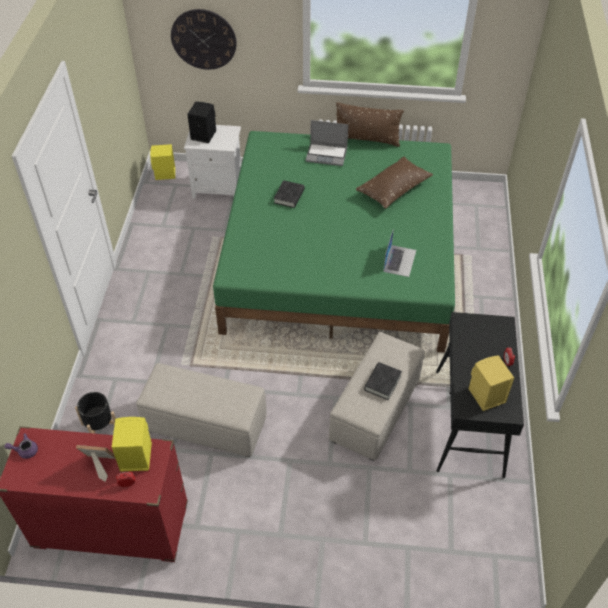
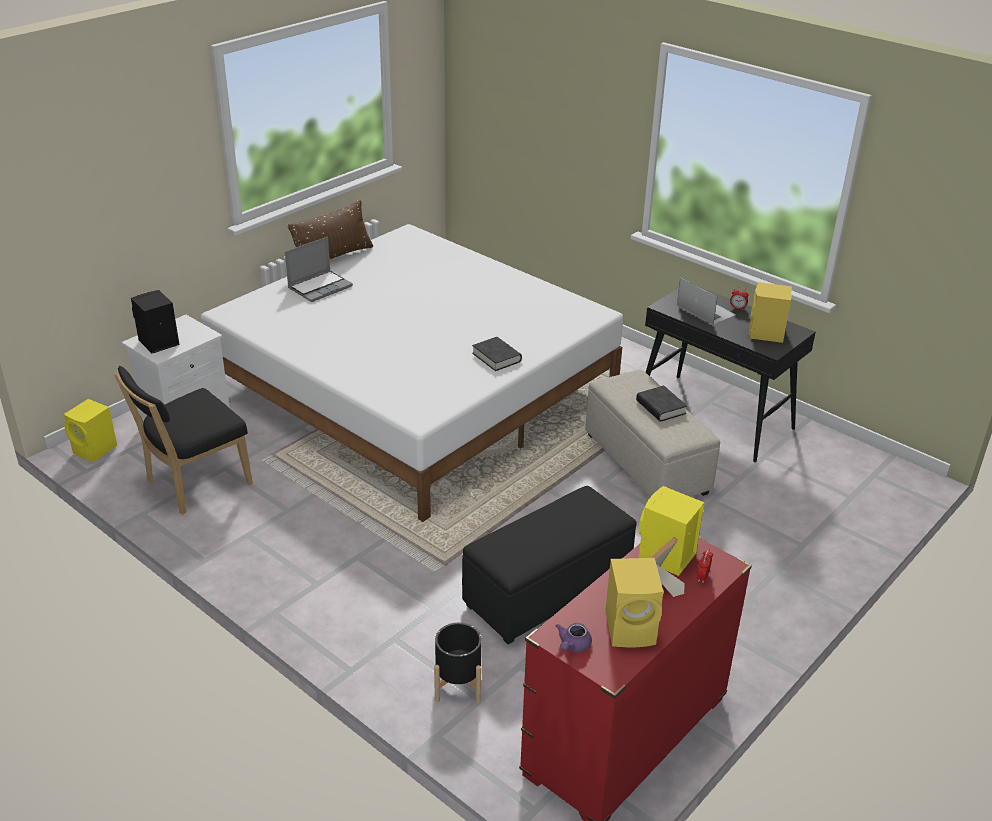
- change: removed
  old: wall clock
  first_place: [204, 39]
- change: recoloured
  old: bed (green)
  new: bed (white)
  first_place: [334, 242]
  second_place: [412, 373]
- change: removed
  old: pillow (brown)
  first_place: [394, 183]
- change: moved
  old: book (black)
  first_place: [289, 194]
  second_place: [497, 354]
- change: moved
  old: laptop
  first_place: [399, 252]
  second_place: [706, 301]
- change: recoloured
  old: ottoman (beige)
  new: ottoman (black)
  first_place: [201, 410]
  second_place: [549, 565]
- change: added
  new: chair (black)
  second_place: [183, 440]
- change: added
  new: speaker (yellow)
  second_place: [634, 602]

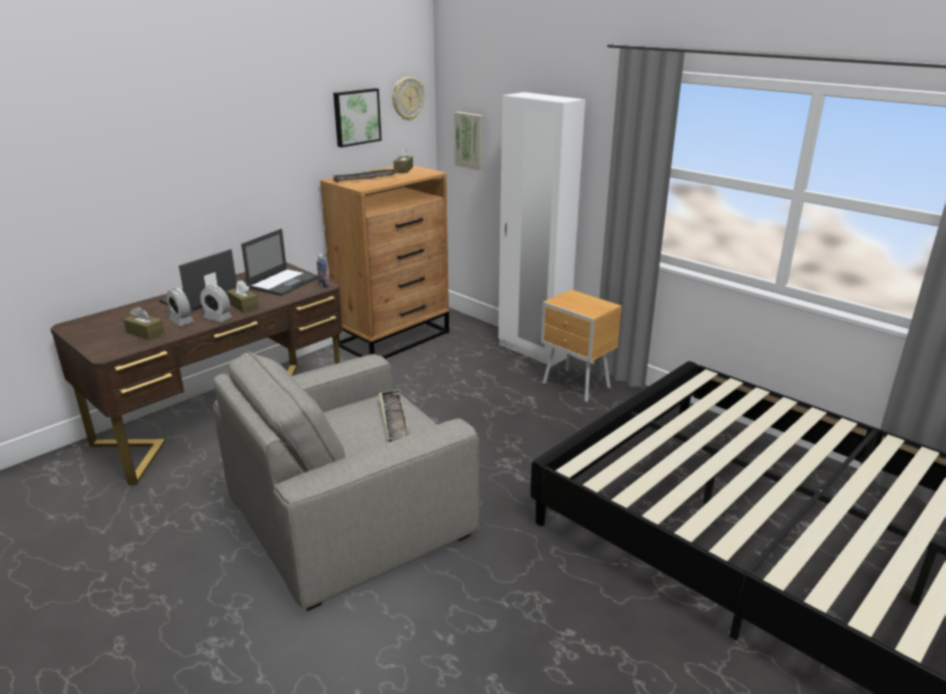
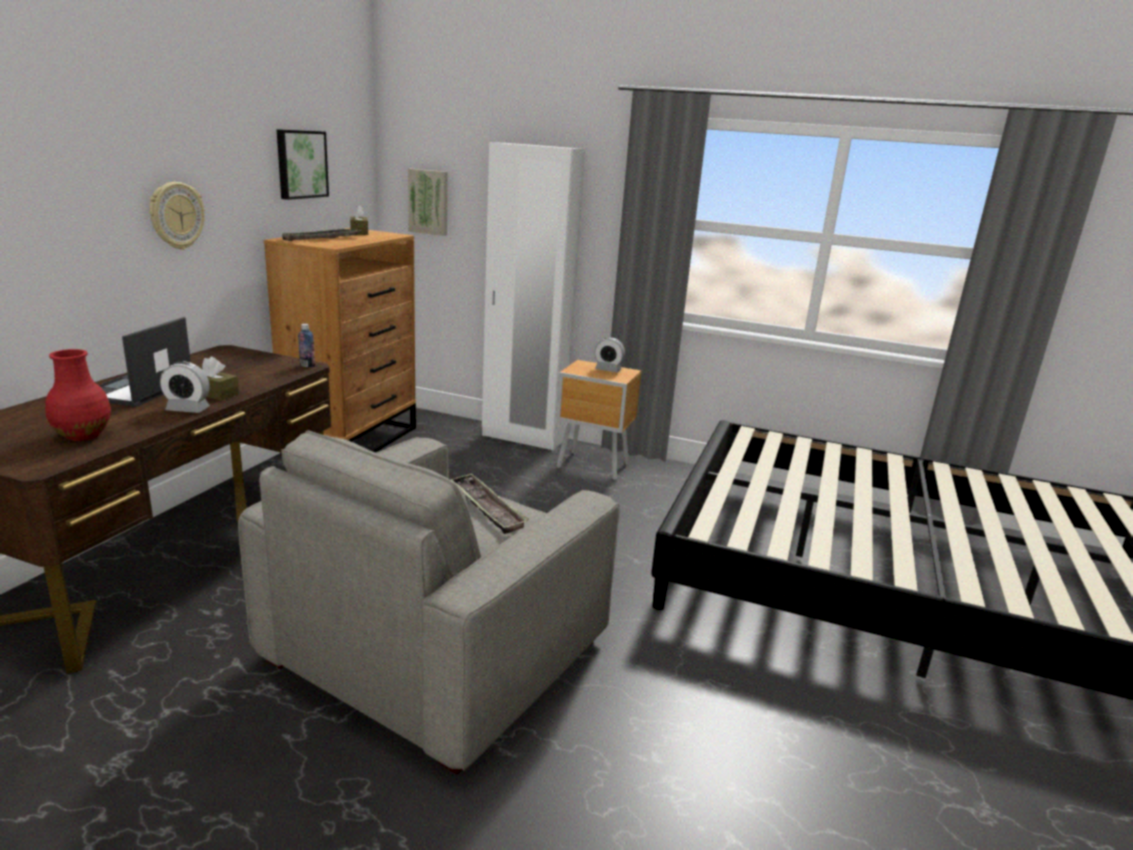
- change: moved
  old: wall clock
  first_place: [408, 99]
  second_place: [177, 216]
- change: removed
  old: laptop
  first_place: [279, 262]
- change: moved
  old: alarm clock
  first_place: [180, 307]
  second_place: [610, 355]
- change: replaced
  old: tissue box (brown)
  new: vase (red)
  first_place: [143, 323]
  second_place: [78, 395]

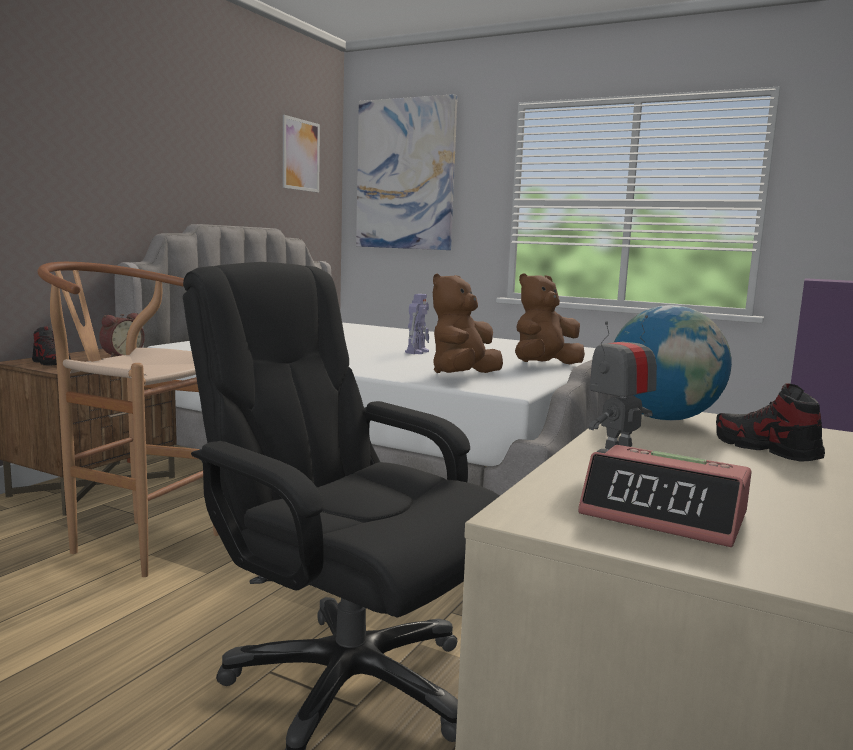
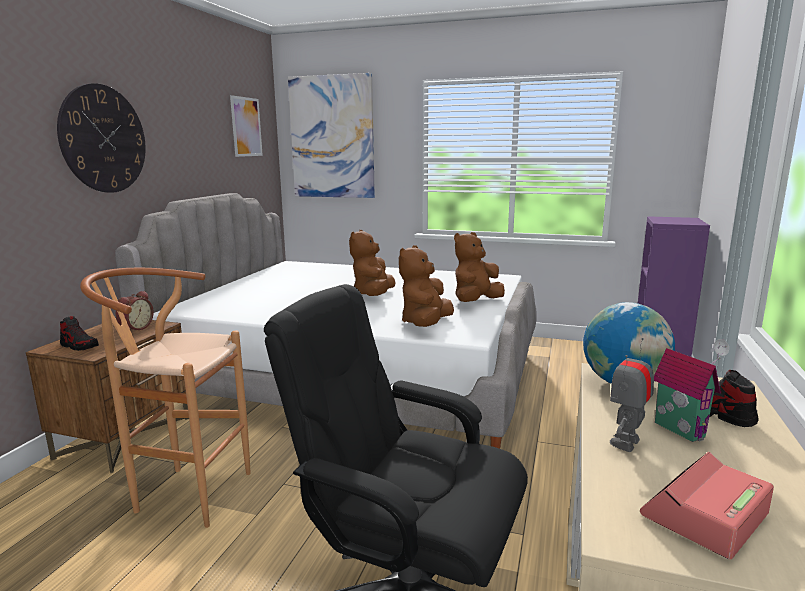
- change: replaced
  old: toy robot
  new: plush toy (brown)
  first_place: [417, 324]
  second_place: [372, 263]
- change: turned
  old: alarm clock
  first_place: [665, 496]
  second_place: [707, 505]
  degrees: 120
- change: added
  new: wall clock
  second_place: [101, 138]
- change: added
  new: toy house
  second_place: [691, 390]

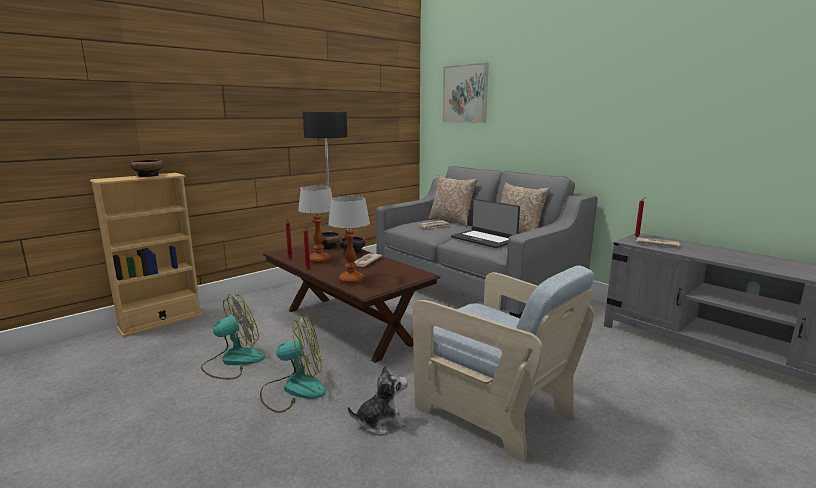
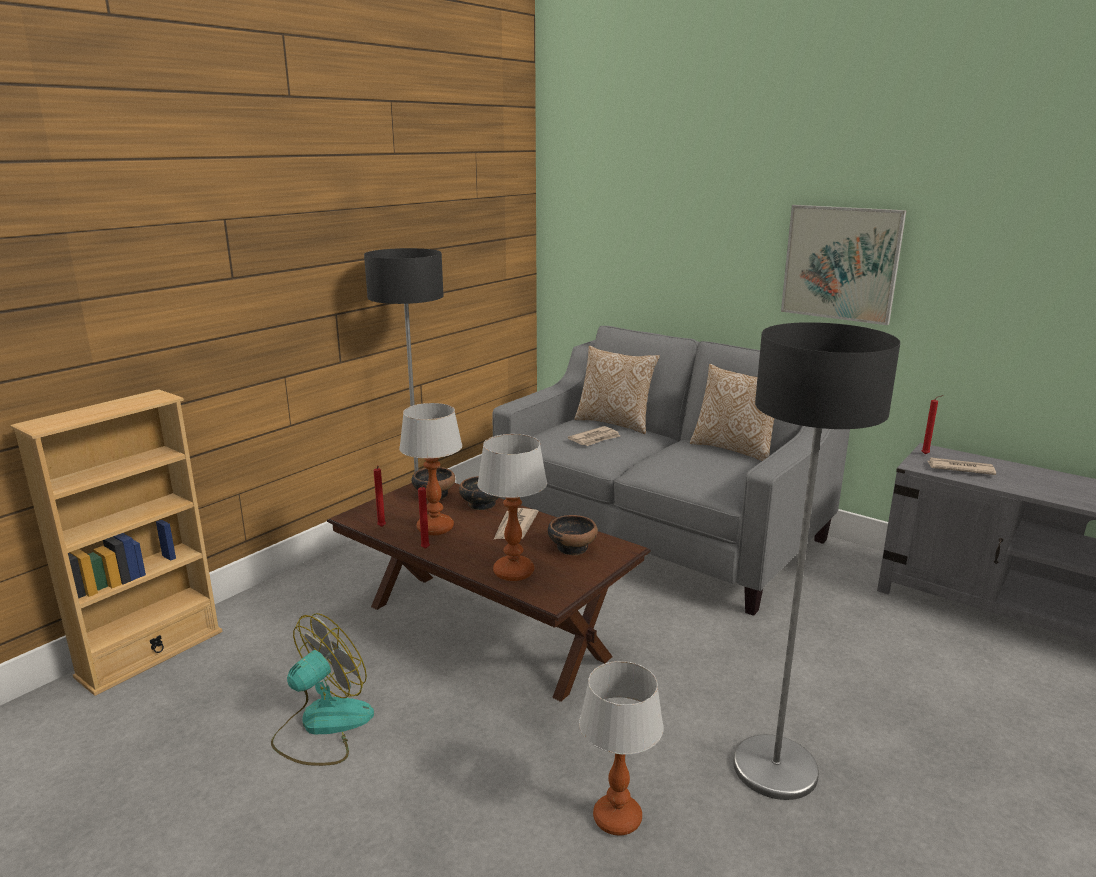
- change: moved
  old: picture
  first_place: [466, 93]
  second_place: [844, 265]
- change: moved
  old: bowl
  first_place: [146, 168]
  second_place: [573, 535]
- change: removed
  old: laptop
  first_place: [485, 223]
- change: replaced
  old: armchair (beige)
  new: floor lamp
  first_place: [503, 363]
  second_place: [816, 561]
- change: removed
  old: fan
  first_place: [293, 364]
- change: replaced
  old: plush toy
  new: table lamp
  first_place: [378, 400]
  second_place: [621, 748]

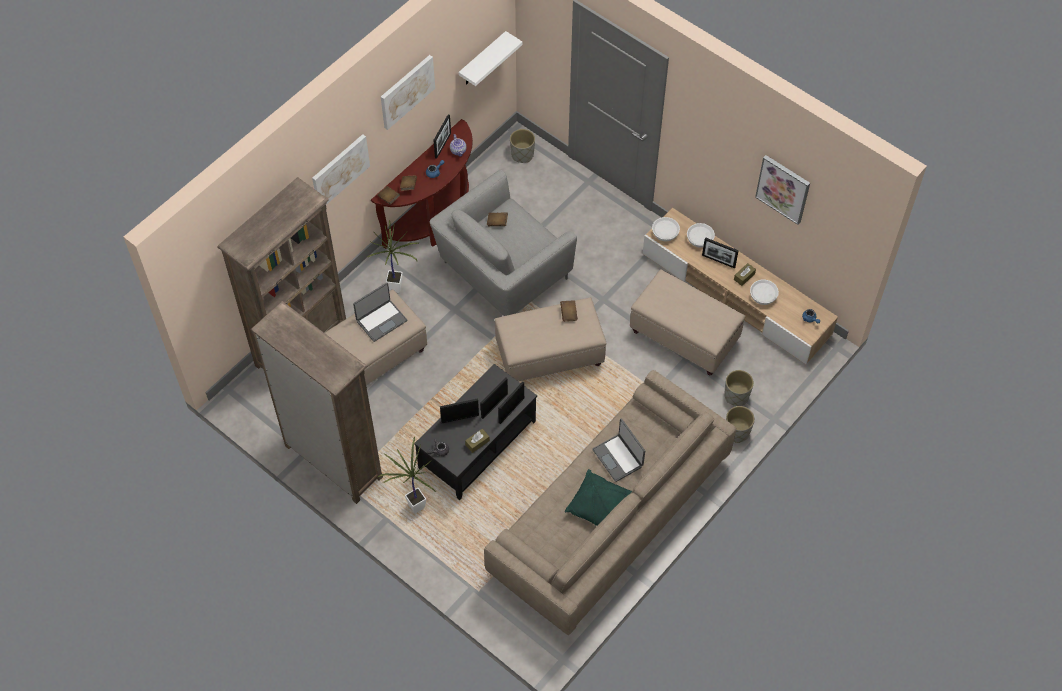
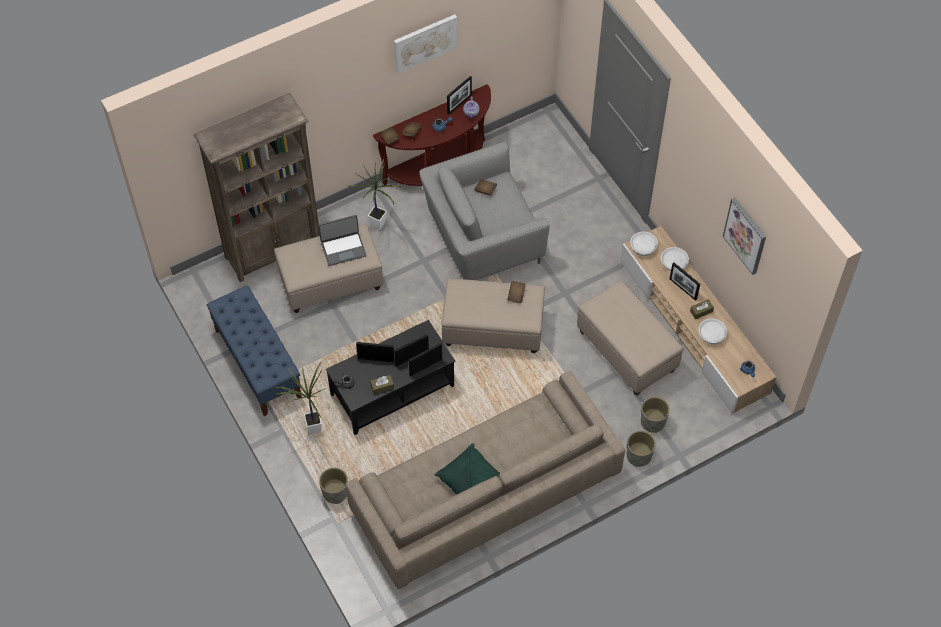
- change: removed
  old: shelf (white)
  first_place: [491, 58]
- change: moved
  old: planter (grey)
  first_place: [522, 146]
  second_place: [333, 486]
- change: removed
  old: picture
  first_place: [341, 169]
- change: replaced
  old: bookcase (brown)
  new: bench (blue)
  first_place: [316, 402]
  second_place: [254, 350]
- change: removed
  old: laptop
  first_place: [618, 450]

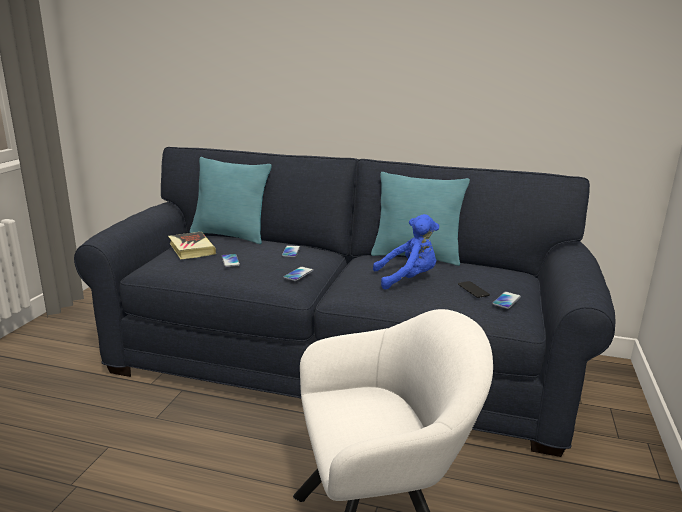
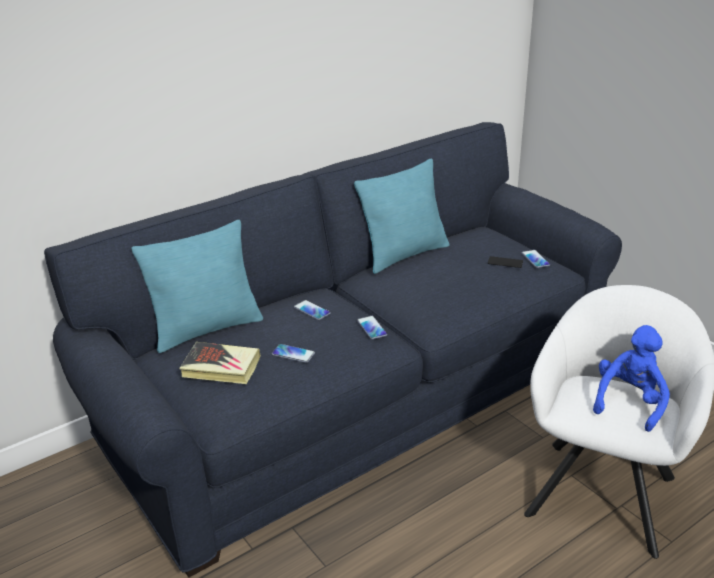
- change: moved
  old: plush toy (blue)
  first_place: [406, 252]
  second_place: [631, 378]

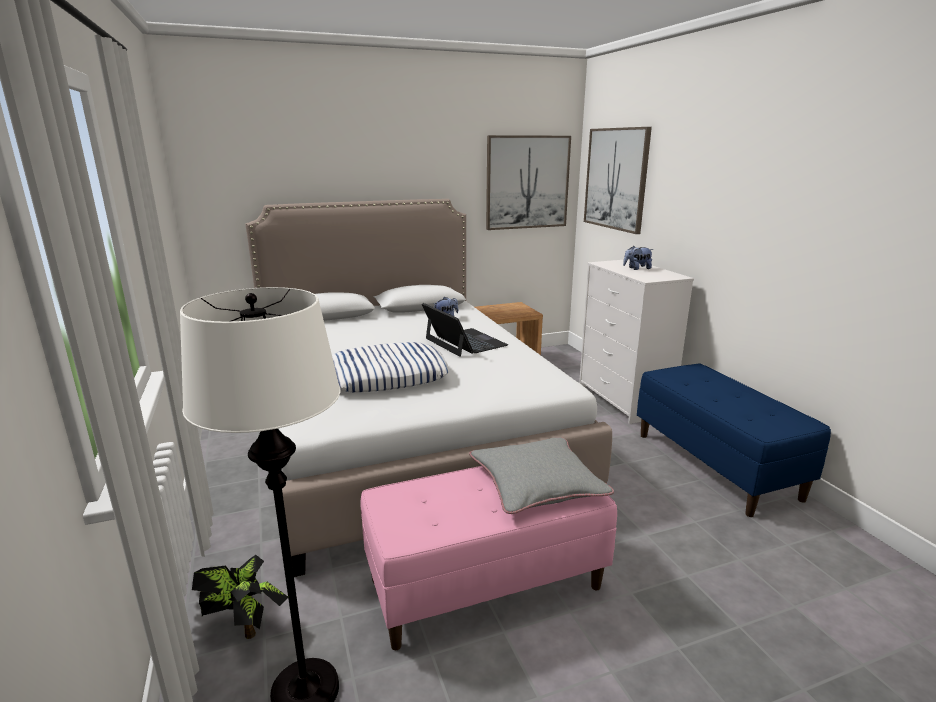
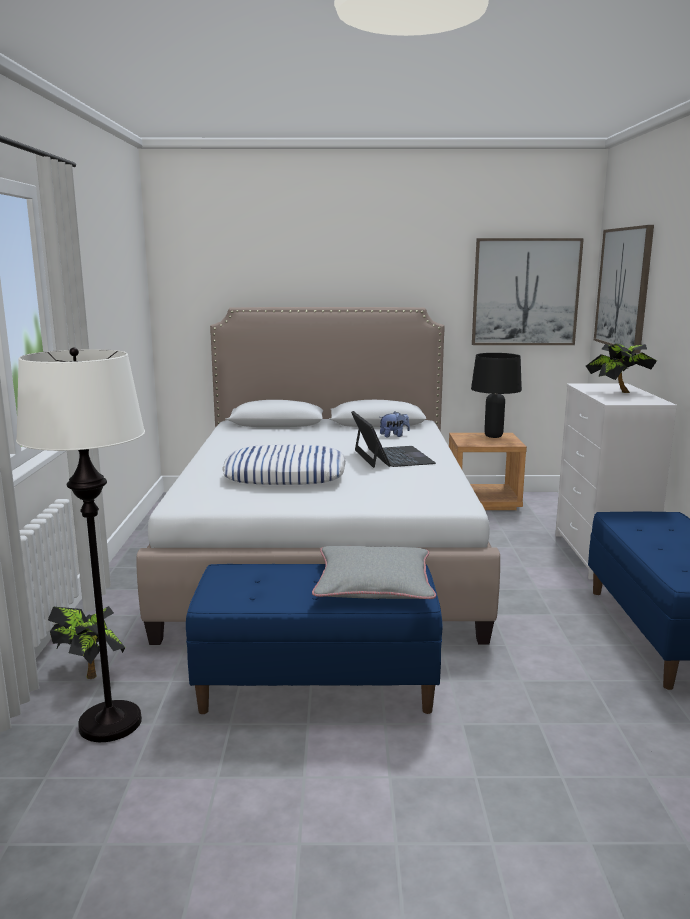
- change: replaced
  old: plush toy
  new: potted plant
  first_place: [638, 258]
  second_place: [621, 368]
- change: recoloured
  old: bench (pink)
  new: bench (blue)
  first_place: [488, 558]
  second_place: [314, 639]
- change: added
  new: table lamp (black)
  second_place: [496, 395]

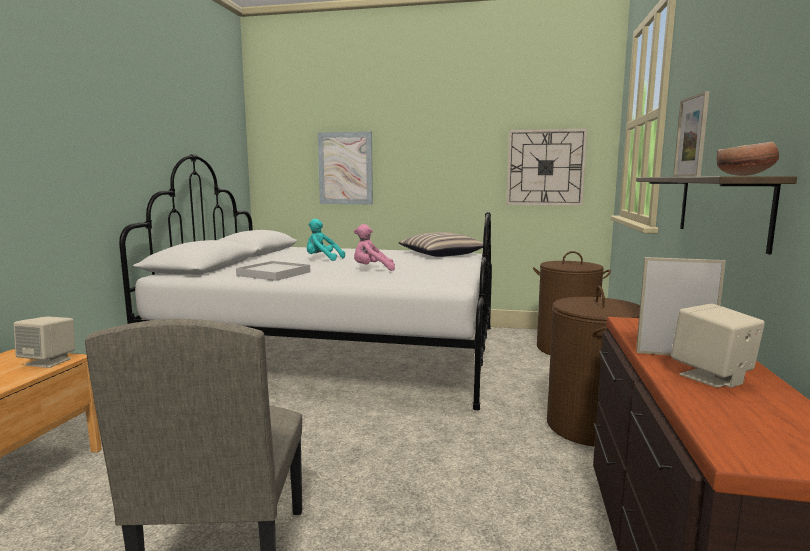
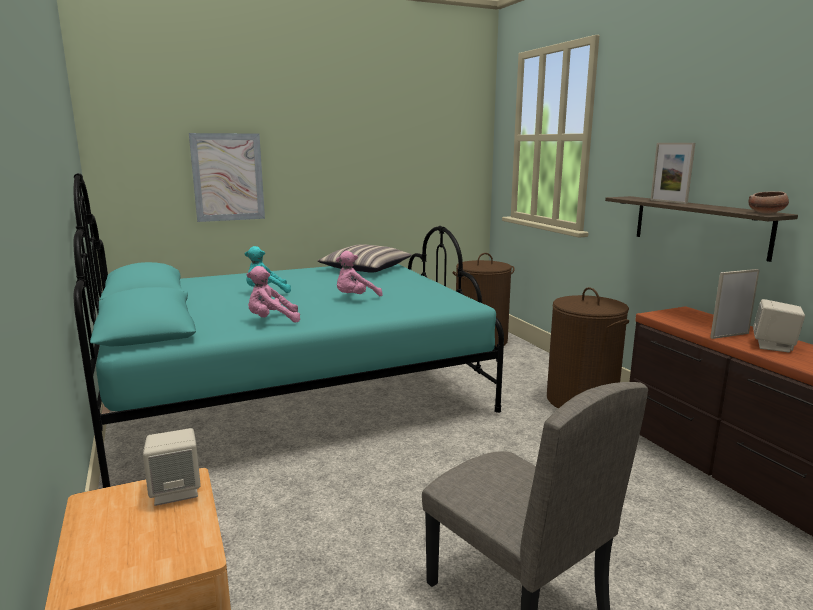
- change: removed
  old: wall clock
  first_place: [546, 167]
- change: recoloured
  old: bed (white)
  new: bed (turquoise)
  first_place: [305, 282]
  second_place: [288, 330]
- change: replaced
  old: tray (white)
  new: plush toy (pink)
  first_place: [273, 271]
  second_place: [273, 294]

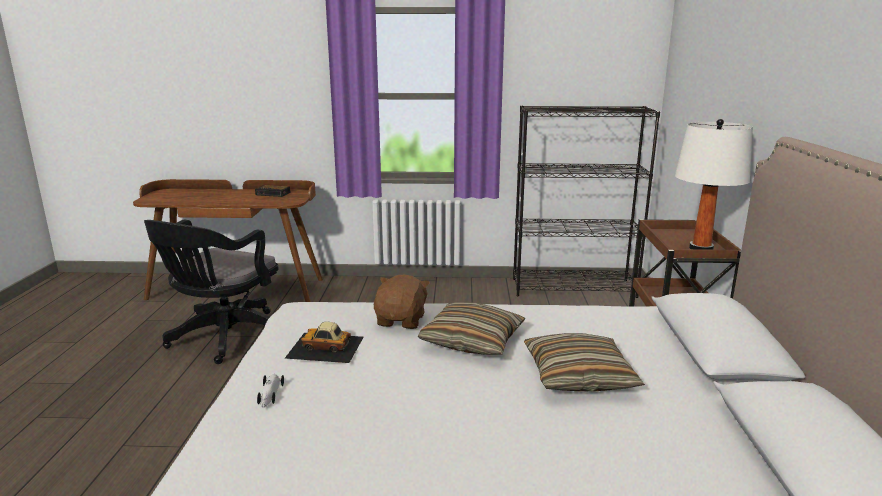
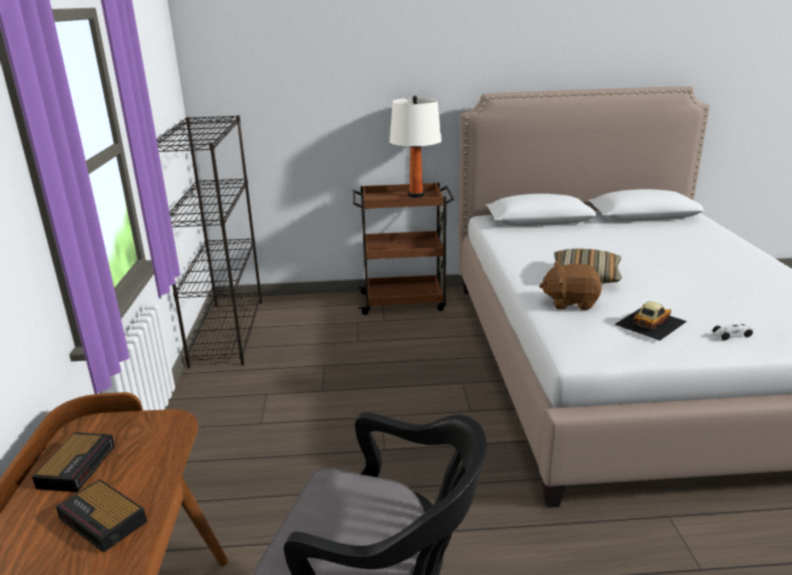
- change: turned
  old: toy car
  first_place: [324, 342]
  second_place: [650, 321]
  degrees: -135
- change: removed
  old: pillow
  first_place: [584, 362]
- change: added
  new: alarm clock
  second_place: [101, 516]

